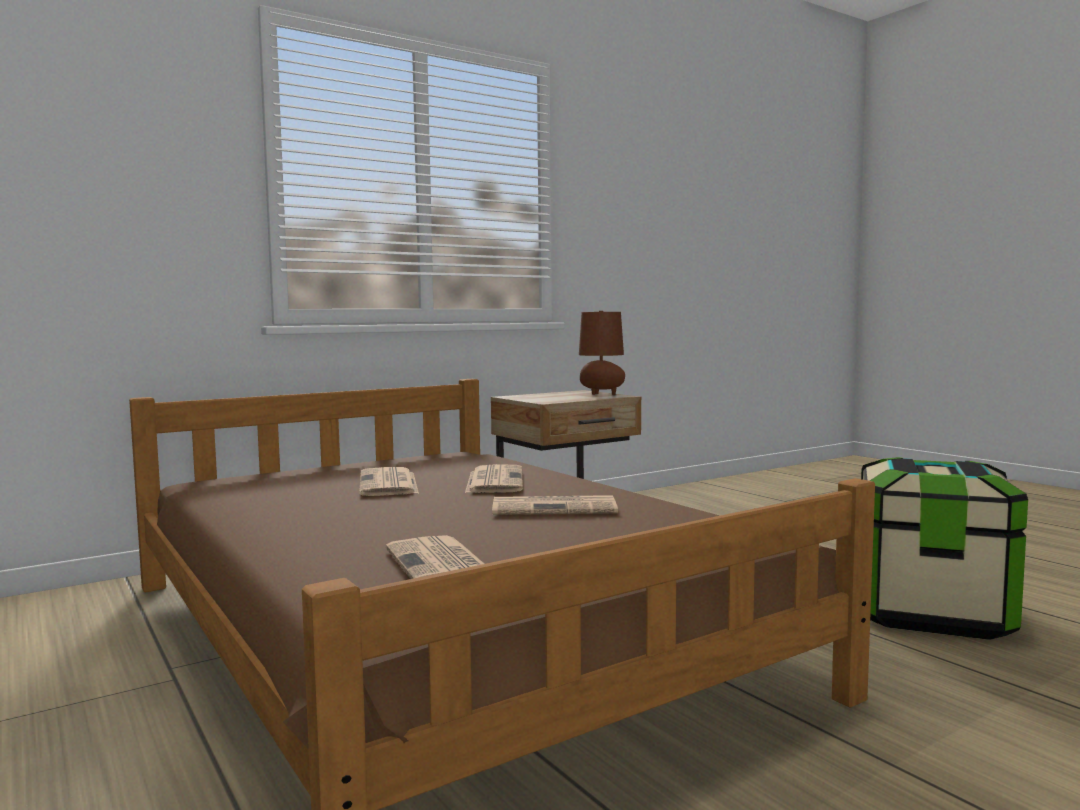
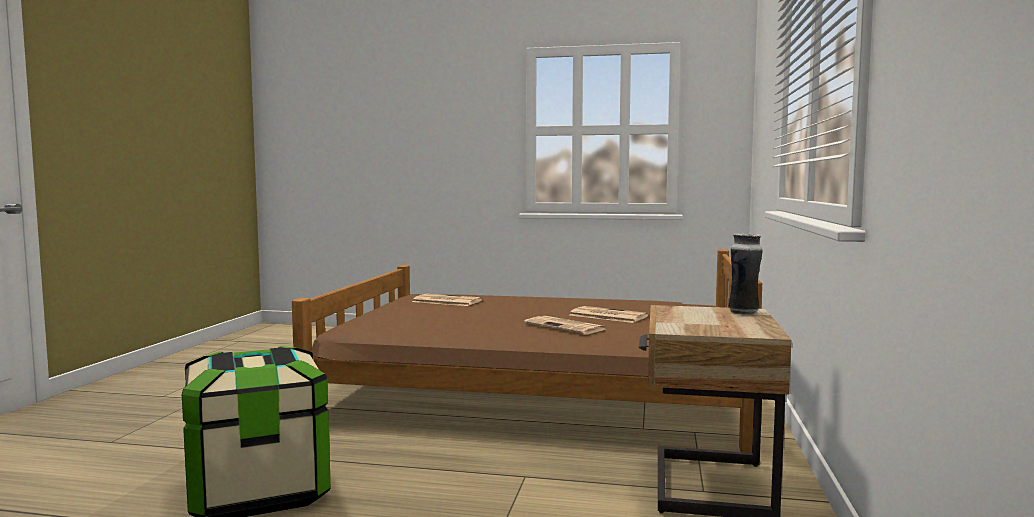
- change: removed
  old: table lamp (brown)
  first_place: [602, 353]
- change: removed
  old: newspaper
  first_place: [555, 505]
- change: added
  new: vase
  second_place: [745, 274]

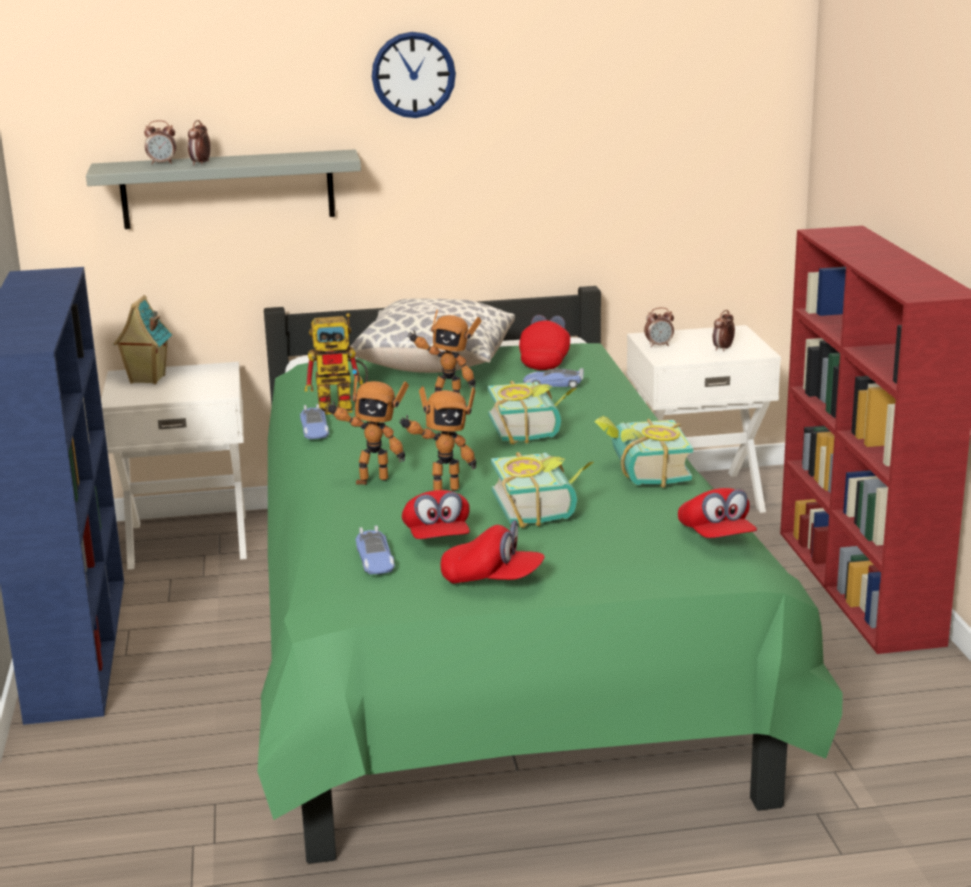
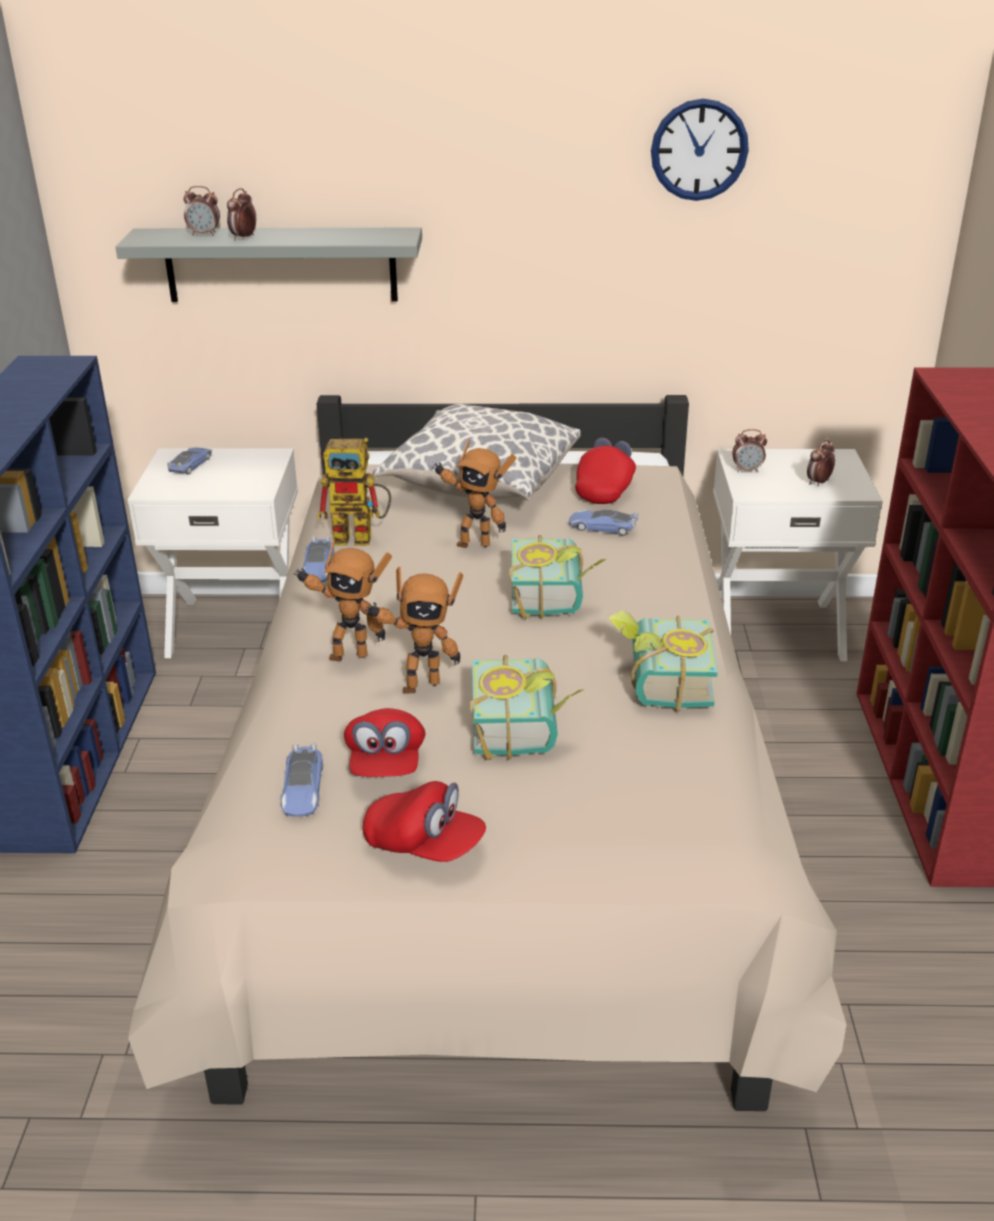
- change: moved
  old: wall clock
  first_place: [414, 75]
  second_place: [700, 150]
- change: recoloured
  old: bed (green)
  new: bed (beige)
  first_place: [549, 575]
  second_place: [487, 753]
- change: replaced
  old: toy house
  new: toy car
  first_place: [143, 339]
  second_place: [189, 461]
- change: removed
  old: cap (red)
  first_place: [717, 513]

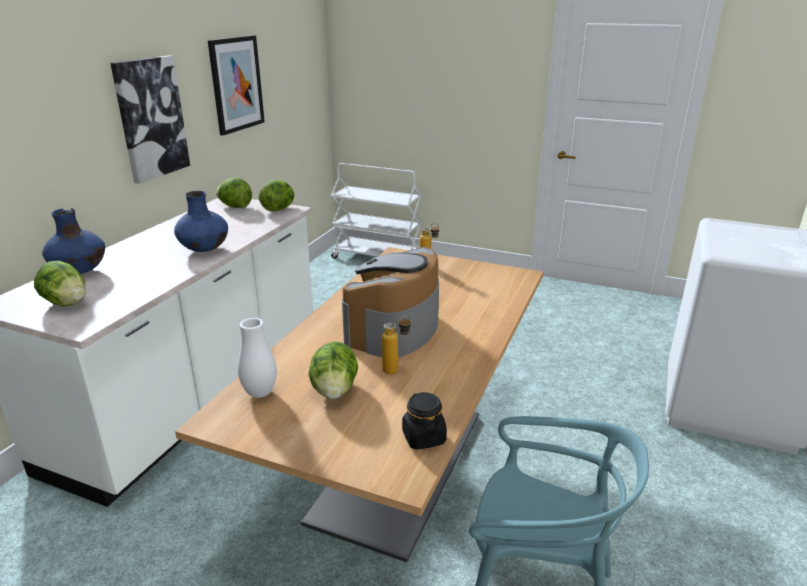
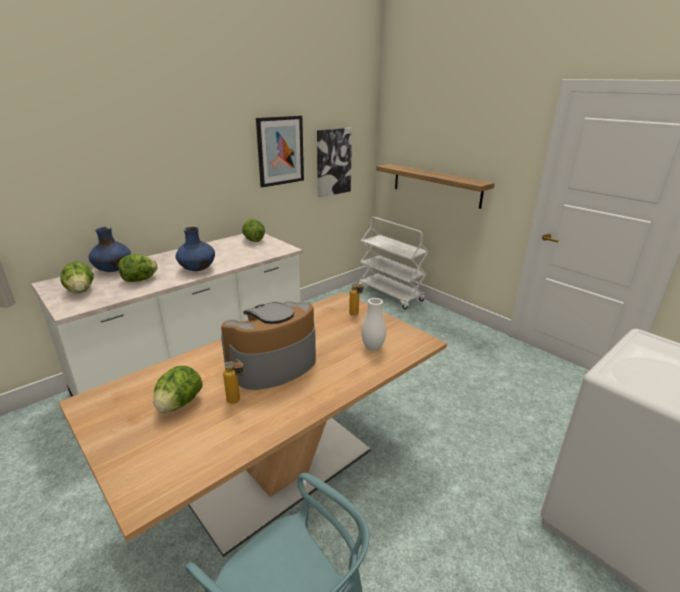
- change: moved
  old: picture
  first_place: [150, 119]
  second_place: [334, 162]
- change: moved
  old: lettuce
  first_place: [276, 195]
  second_place: [138, 268]
- change: moved
  old: vase (white)
  first_place: [257, 358]
  second_place: [373, 324]
- change: removed
  old: jar (black)
  first_place: [424, 421]
- change: added
  new: shelf
  second_place: [435, 186]

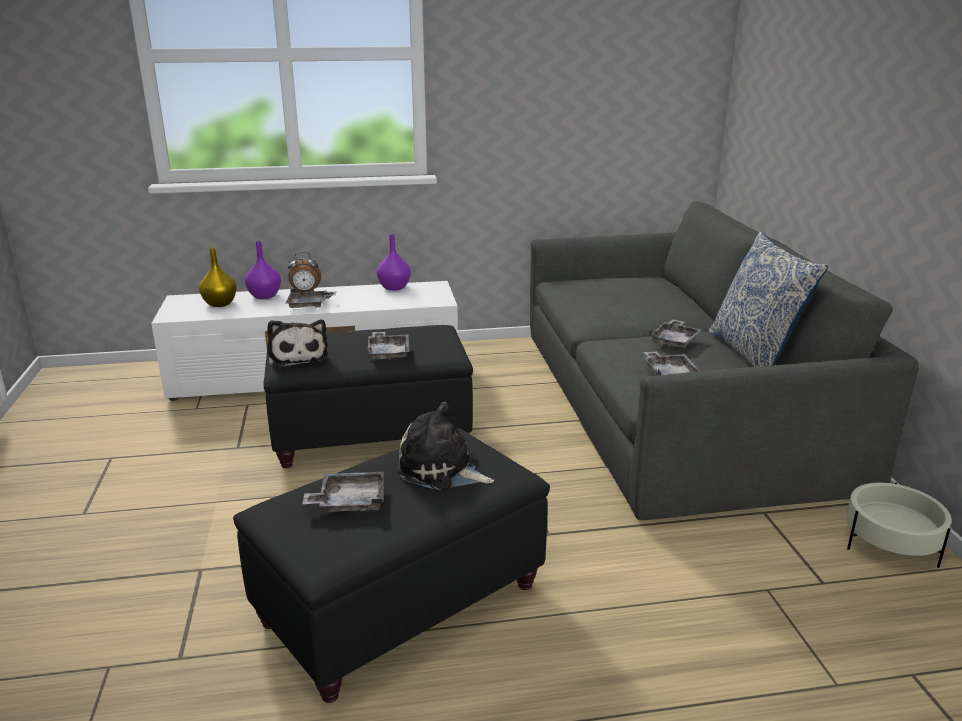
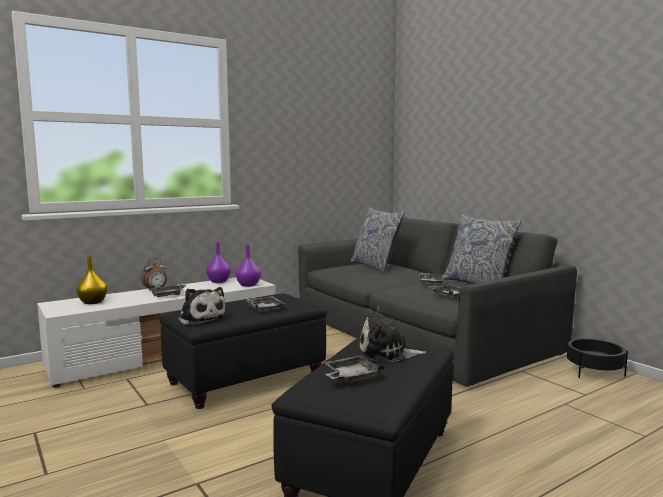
- change: moved
  old: vase (purple)
  first_place: [263, 270]
  second_place: [248, 266]
- change: recoloured
  old: planter (beige)
  new: planter (black)
  first_place: [899, 525]
  second_place: [597, 358]
- change: added
  new: pillow
  second_place: [378, 240]

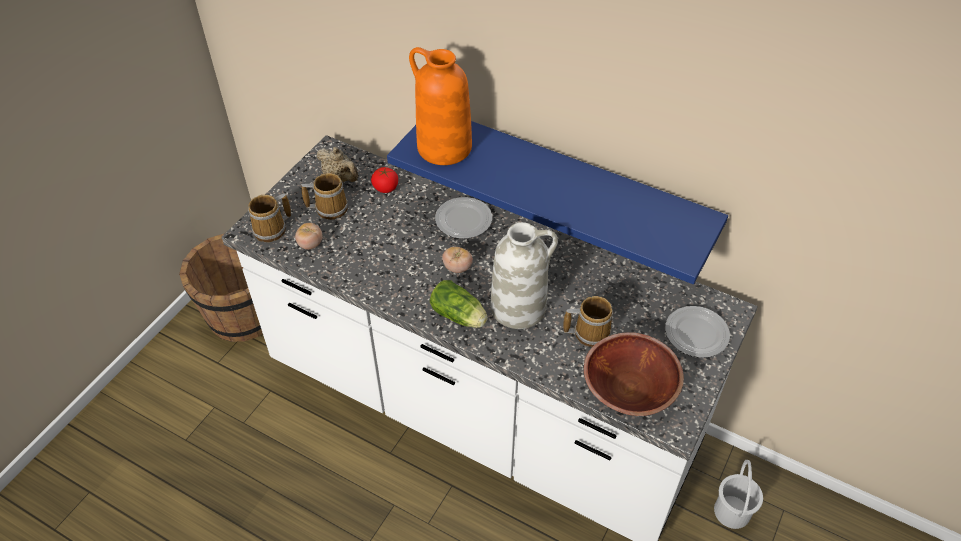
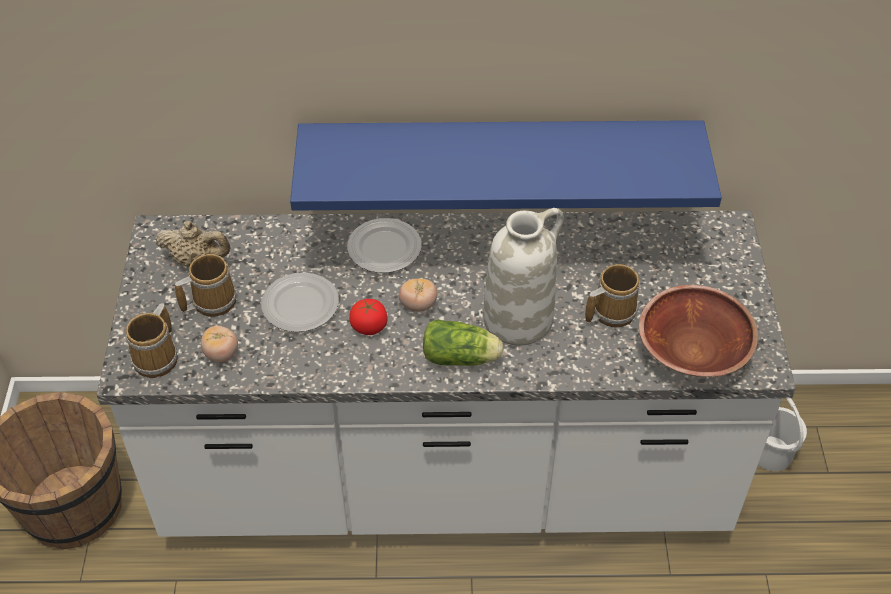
- change: removed
  old: vase (orange)
  first_place: [440, 106]
- change: moved
  old: tomato
  first_place: [384, 180]
  second_place: [368, 317]
- change: moved
  old: plate
  first_place: [697, 332]
  second_place: [300, 302]

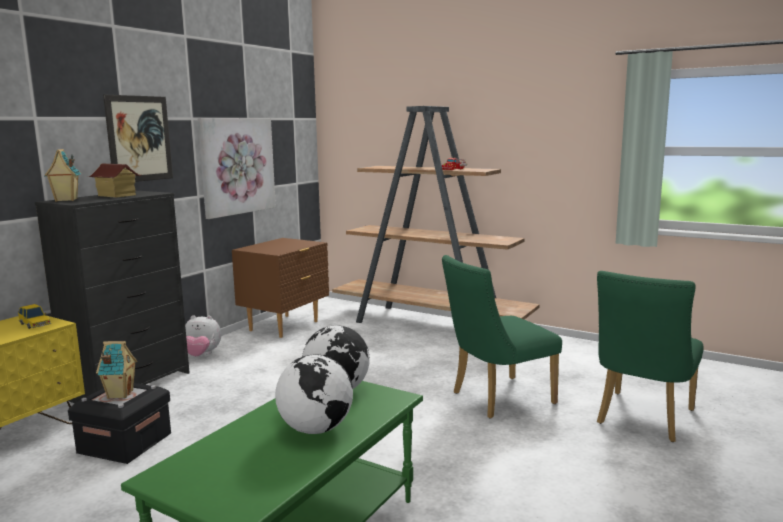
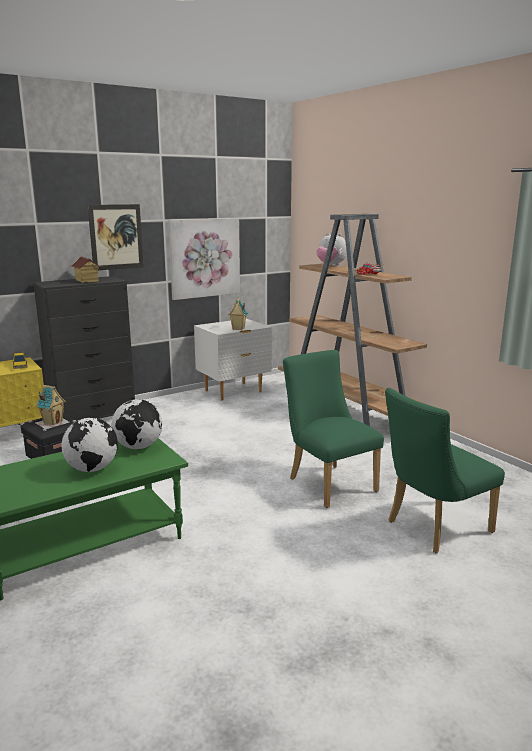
- change: moved
  old: toy house
  first_place: [62, 175]
  second_place: [238, 314]
- change: recoloured
  old: nightstand (brown)
  new: nightstand (white)
  first_place: [280, 288]
  second_place: [233, 359]
- change: turned
  old: chair (green)
  first_place: [502, 337]
  second_place: [333, 429]
  degrees: 60
- change: moved
  old: plush toy
  first_place: [203, 335]
  second_place: [331, 249]

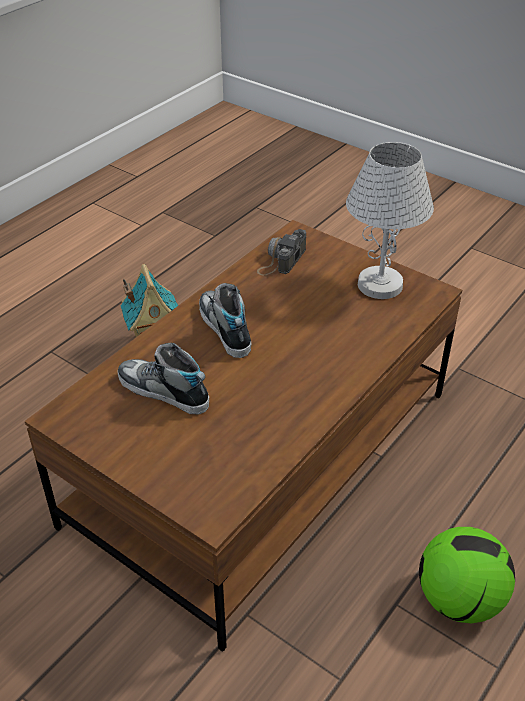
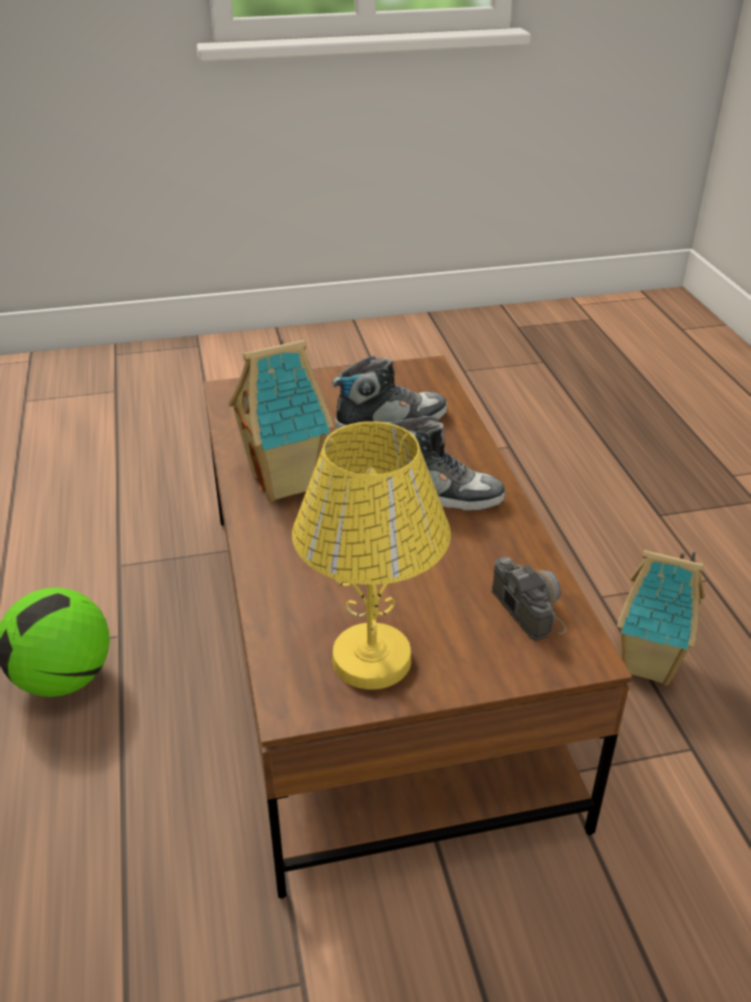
- change: recoloured
  old: table lamp (white)
  new: table lamp (yellow)
  first_place: [390, 220]
  second_place: [371, 555]
- change: added
  new: toy house
  second_place: [281, 421]

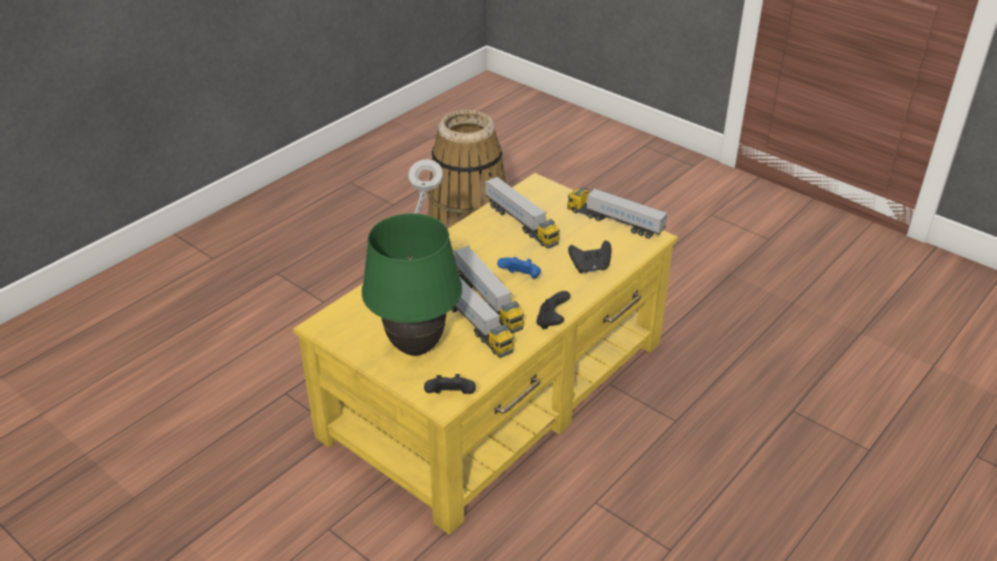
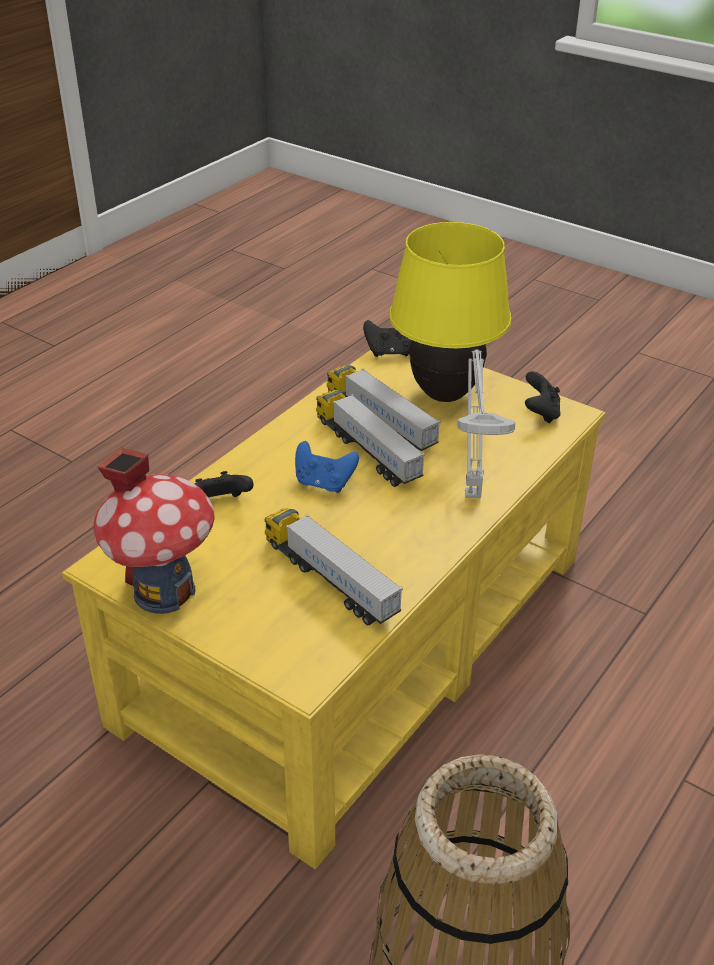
- change: replaced
  old: toy truck
  new: toy house
  first_place: [617, 213]
  second_place: [153, 531]
- change: recoloured
  old: table lamp (green)
  new: table lamp (yellow)
  first_place: [412, 284]
  second_place: [450, 312]
- change: moved
  old: game controller (black)
  first_place: [553, 310]
  second_place: [543, 397]

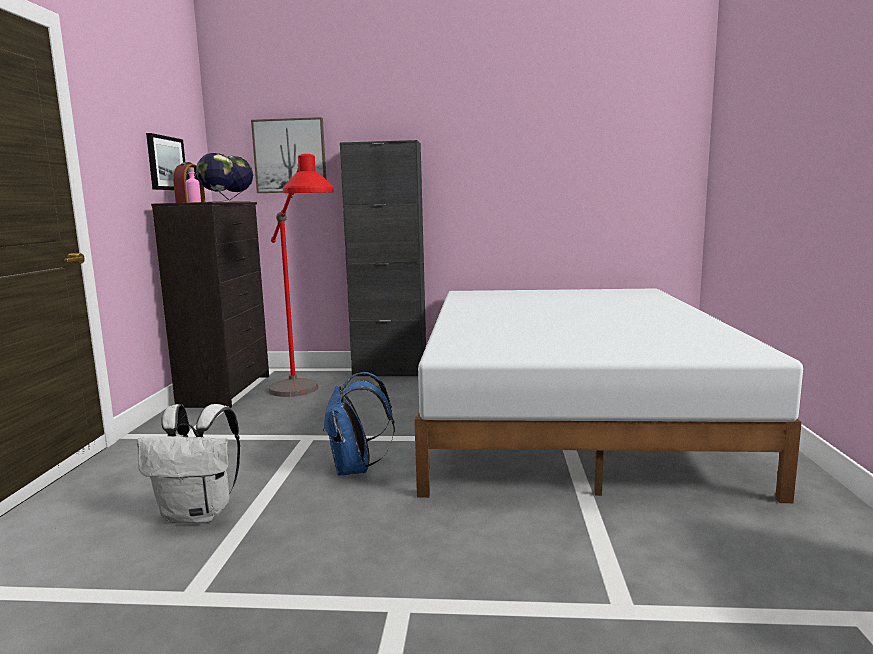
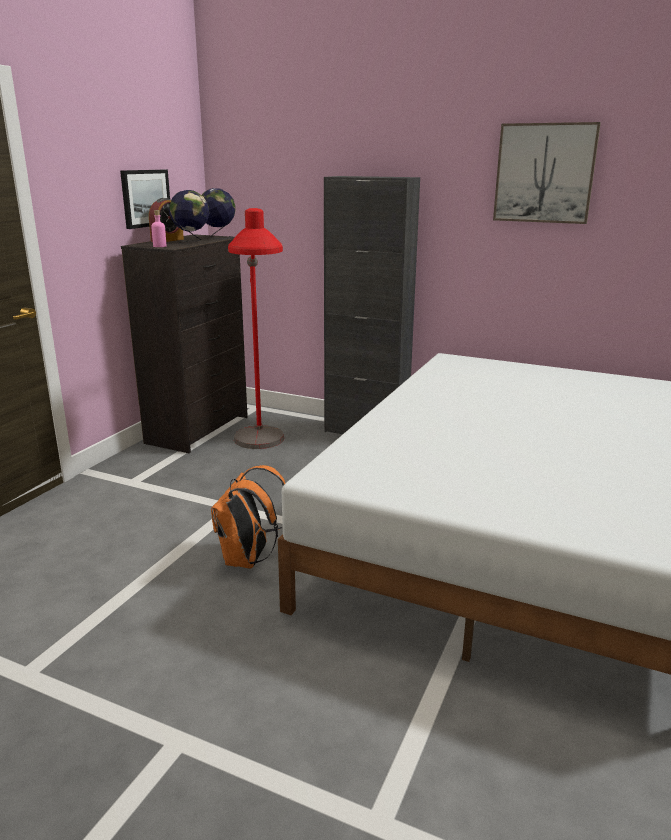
- change: moved
  old: picture
  first_place: [288, 155]
  second_place: [547, 173]
- change: recoloured
  old: backpack (blue)
  new: backpack (orange)
  first_place: [359, 423]
  second_place: [248, 516]
- change: removed
  old: backpack (white)
  first_place: [188, 464]

